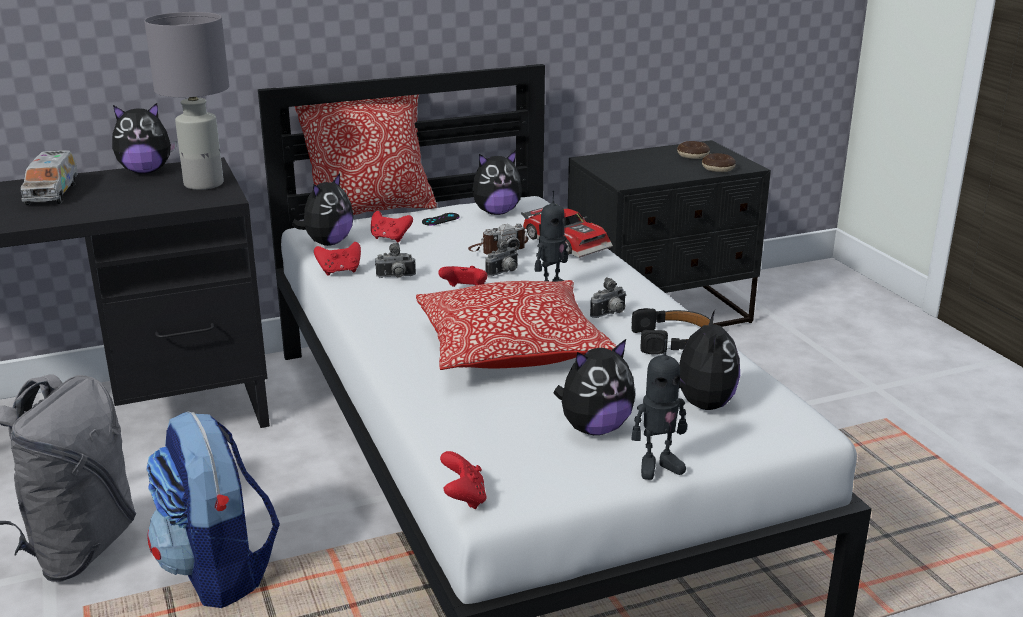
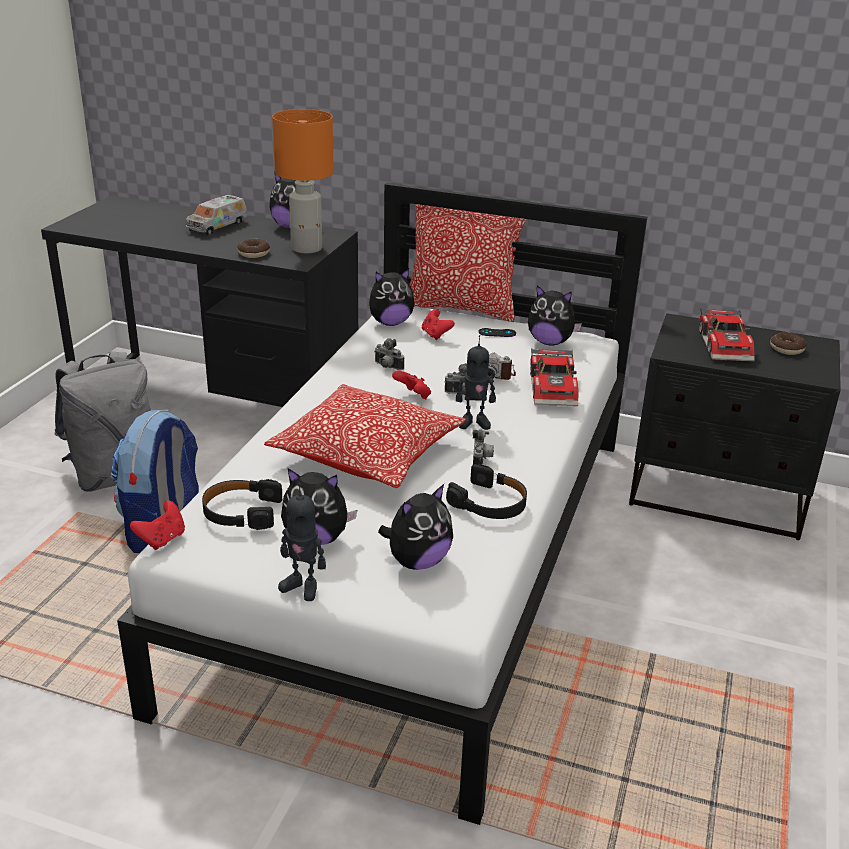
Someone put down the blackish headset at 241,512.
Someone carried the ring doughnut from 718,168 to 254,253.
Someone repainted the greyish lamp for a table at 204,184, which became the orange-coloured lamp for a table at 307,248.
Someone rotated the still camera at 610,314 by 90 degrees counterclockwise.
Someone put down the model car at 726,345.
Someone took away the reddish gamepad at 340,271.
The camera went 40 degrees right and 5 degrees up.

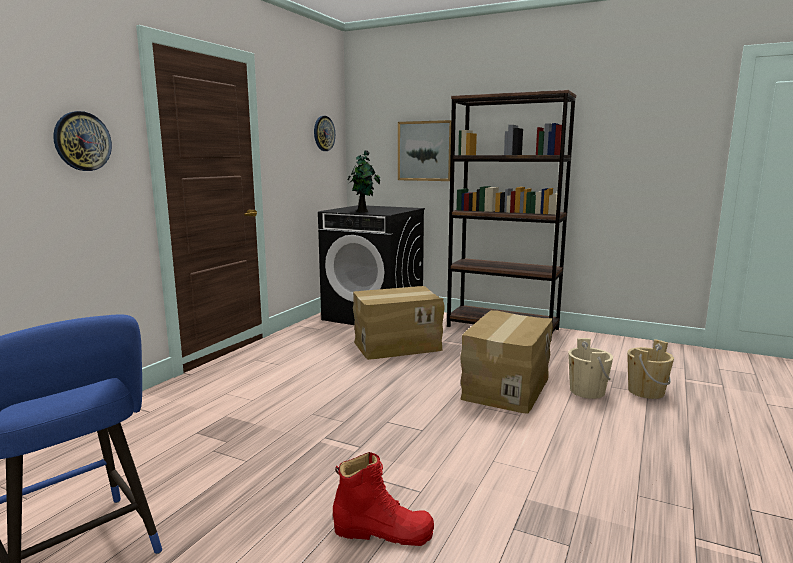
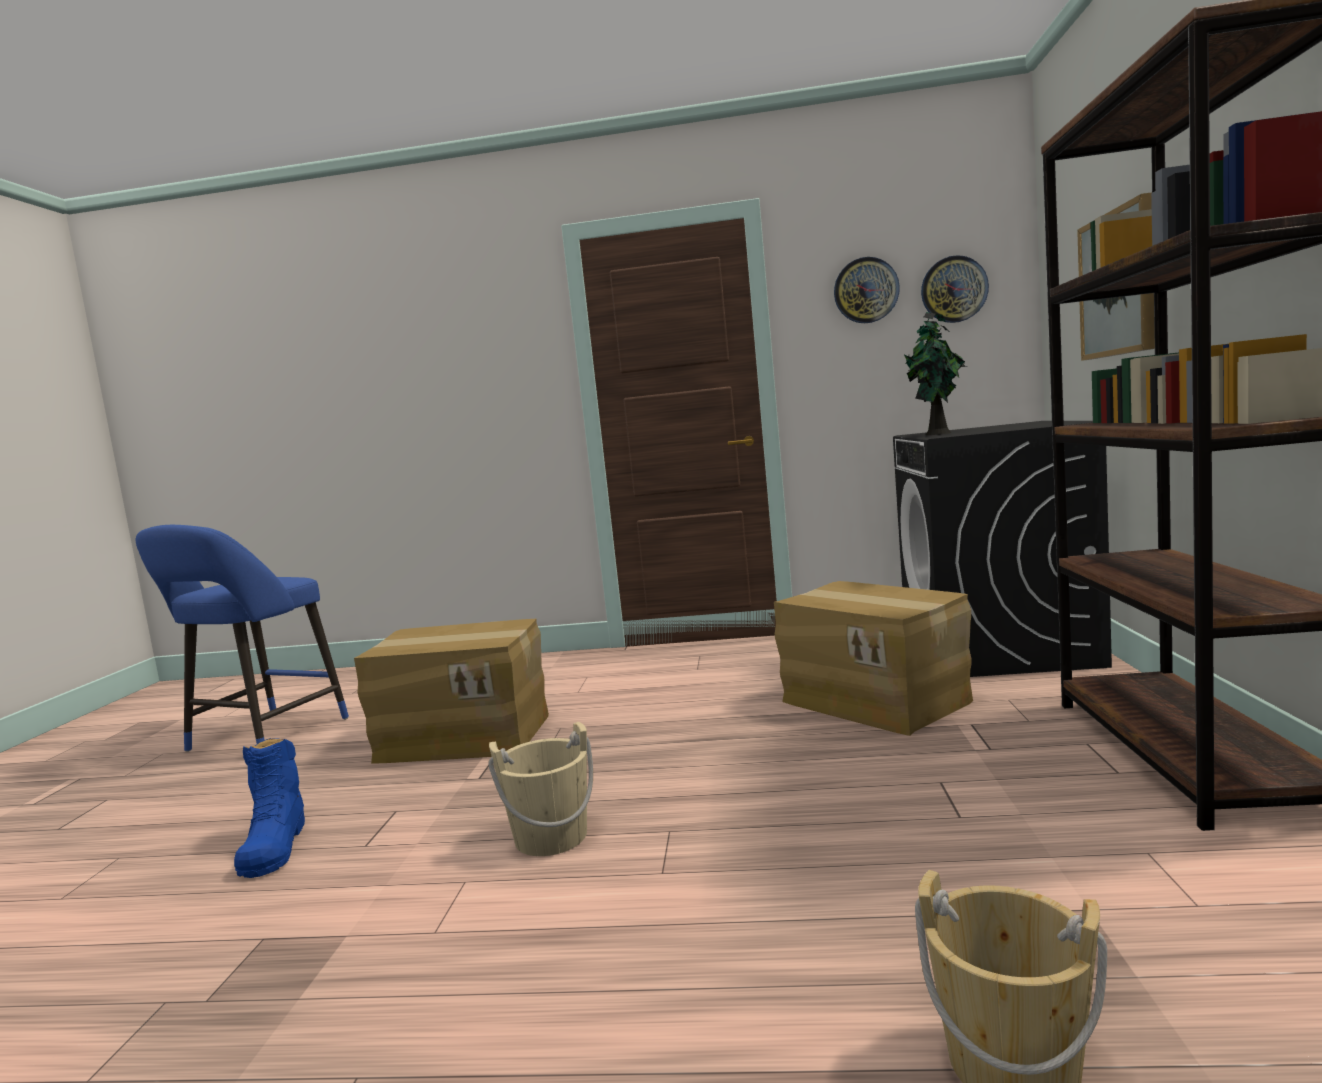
Someone repainted the reddish boot at 383,531, which became the blue boot at 275,845.
Someone carried the cardboard box from 505,387 to 465,736.
Someone carried the sand-coloured pail from 587,391 to 551,837.
Someone carried the wall clock from 82,141 to 866,290.
The camera went 70 degrees right and 5 degrees down.

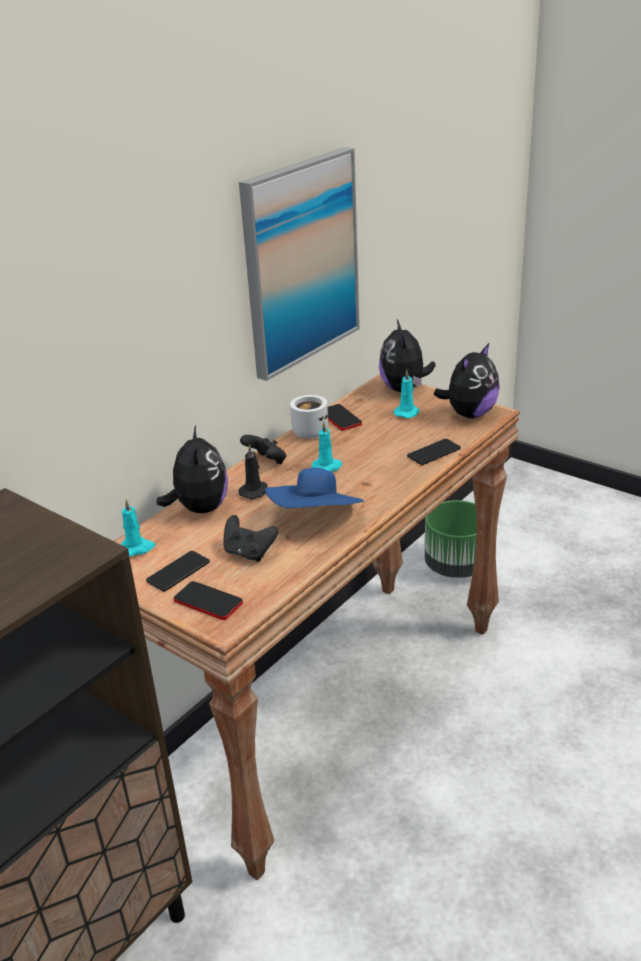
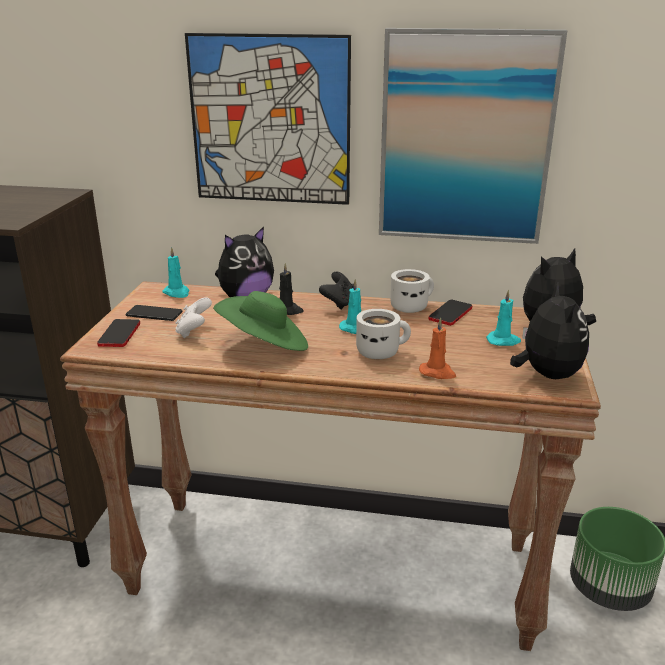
Someone repainted the blackish gamepad at 249,553, which became the white gamepad at 194,331.
Someone put up the wall picture at 270,121.
Someone repainted the blue wearable hat at 316,519, which became the greenish wearable hat at 264,345.
Someone put down the white coffee mug at 381,351.
Someone swapped the phone at 434,452 for the orange-coloured wax candle at 438,372.
Someone rotated the plush toy at 469,414 by 105 degrees counterclockwise.
The camera went 60 degrees right and 5 degrees down.

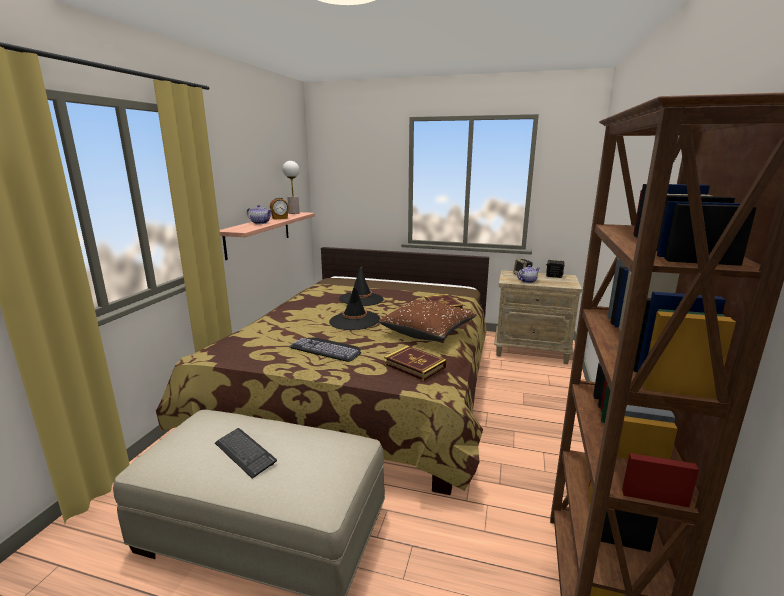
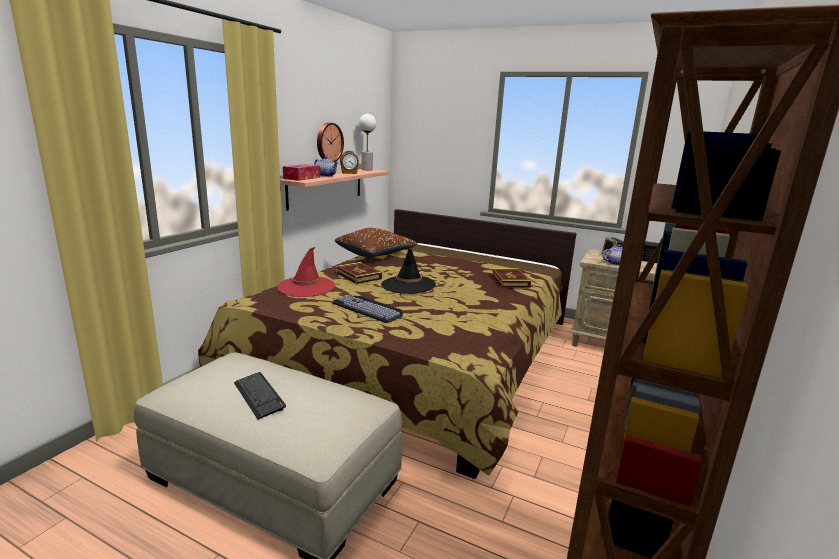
Someone put down the reddish wearable hat at 306,287.
Someone put down the tissue holder at 302,178.
Someone put up the wall clock at 328,142.
Someone carried the brown throw pillow from 428,332 to 375,254.
Someone carried the bound book from 414,366 to 358,275.
Someone took away the blackish wearable hat at 361,299.
The camera went 10 degrees right and 0 degrees up.

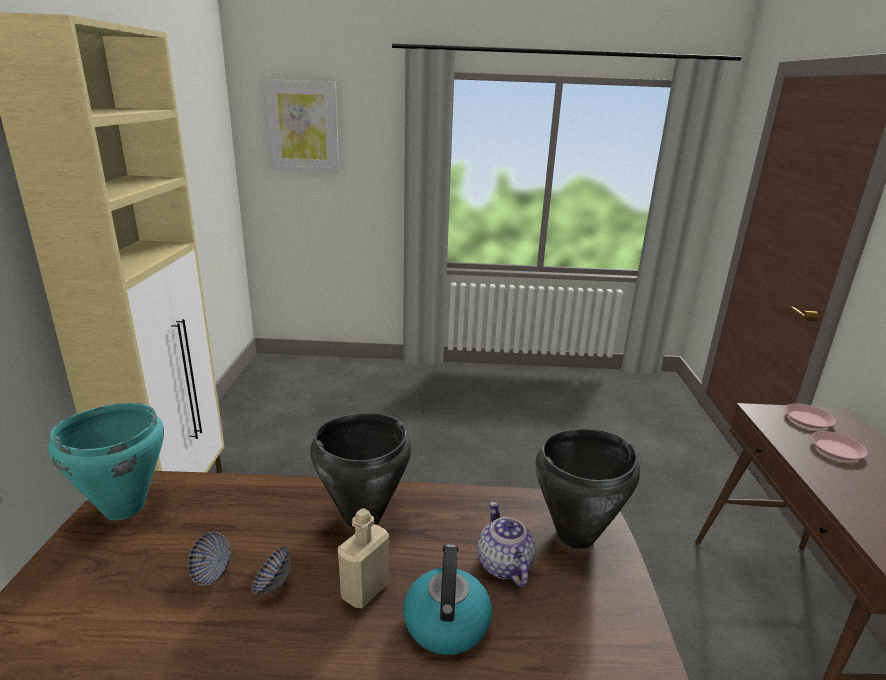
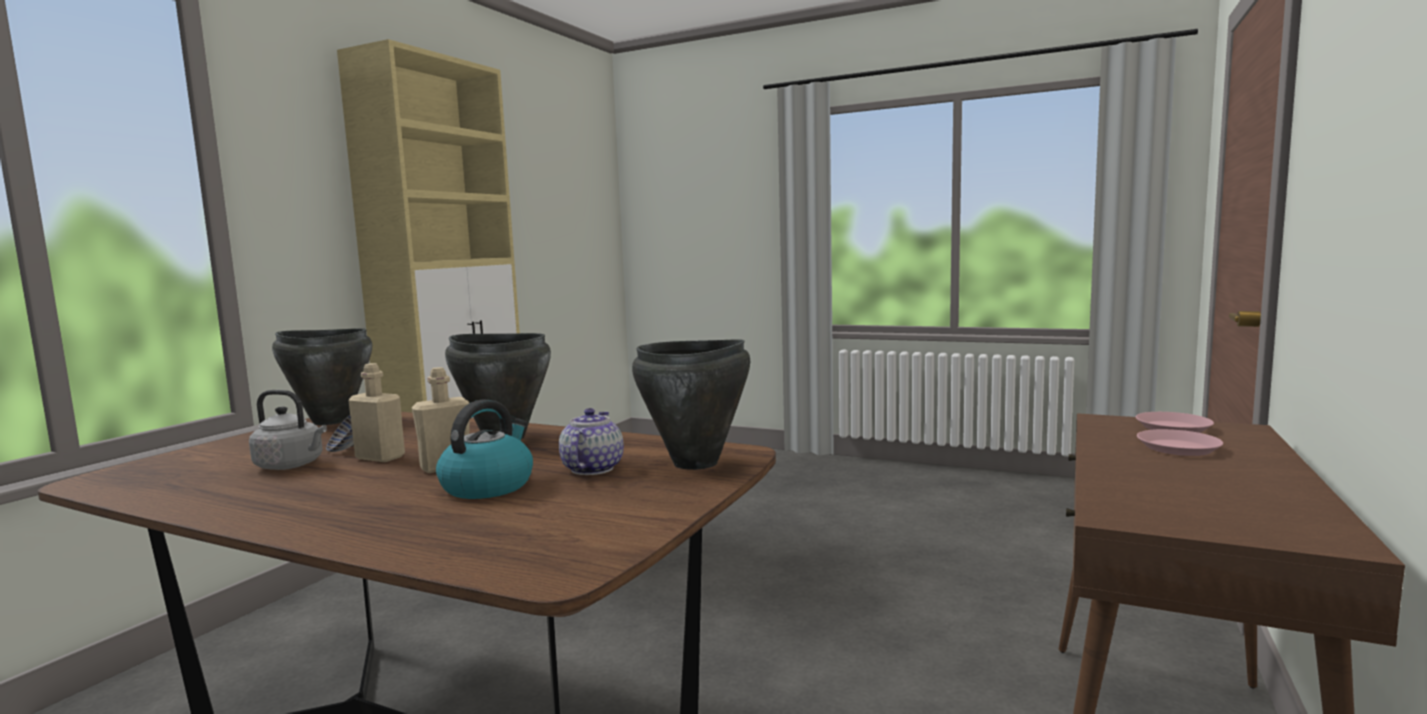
Someone put down the greyish tea kettle at 292,465.
Someone repainted the blue-green cooking pot at 123,507, which became the blackish cooking pot at 331,421.
Someone swapped the bowl at 272,584 for the sand-coloured beverage bottle at 380,457.
Someone took away the wall picture at 303,126.
The camera went 25 degrees right and 15 degrees down.

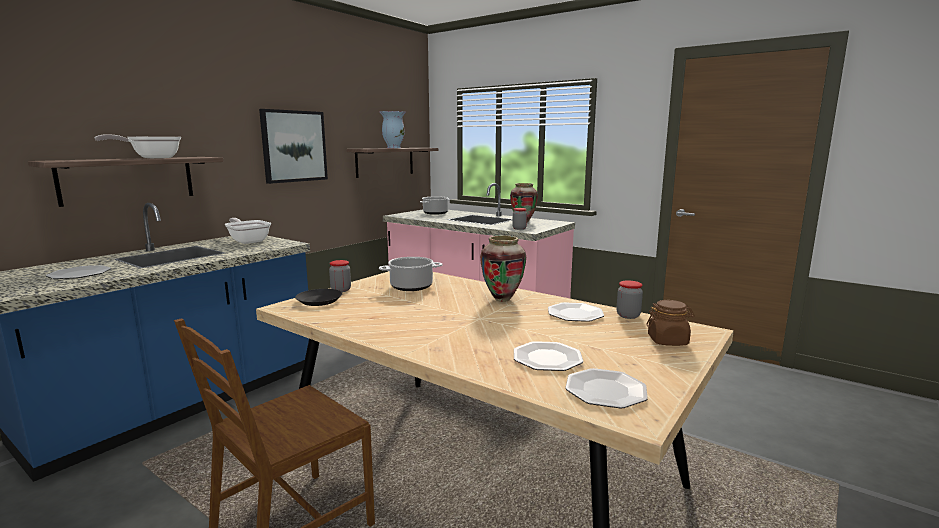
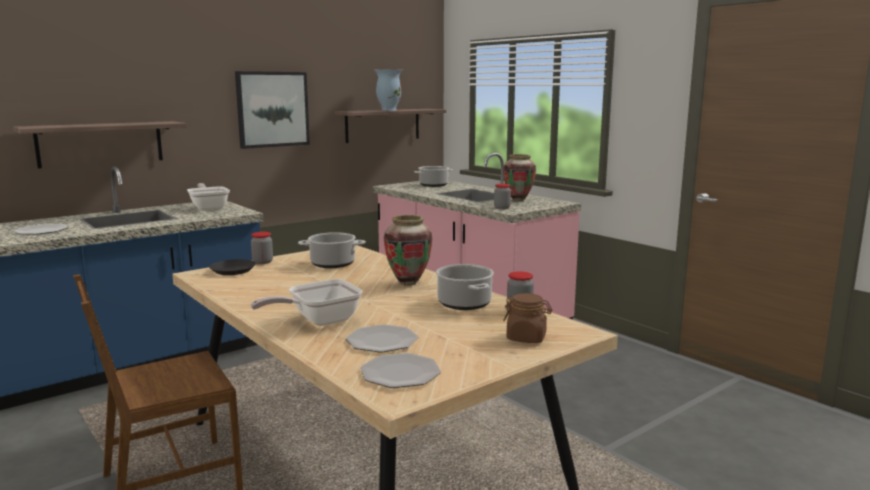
Someone carried the skillet from 151,158 to 318,321.
Someone swapped the dinner plate at 575,314 for the cooking pot at 465,303.
The camera went 15 degrees right and 0 degrees up.

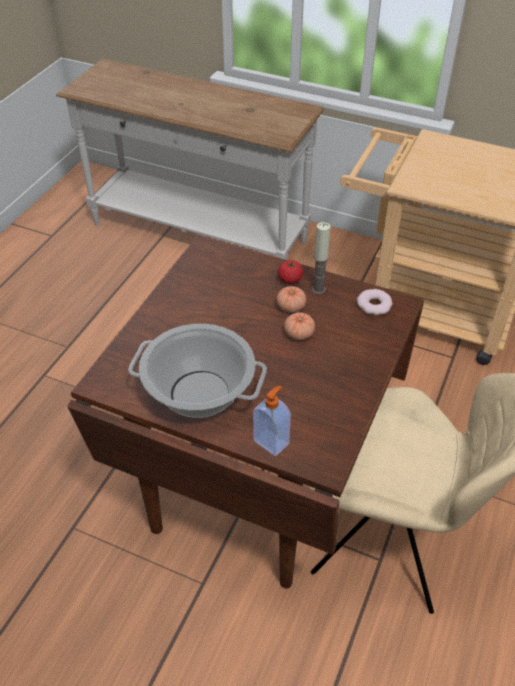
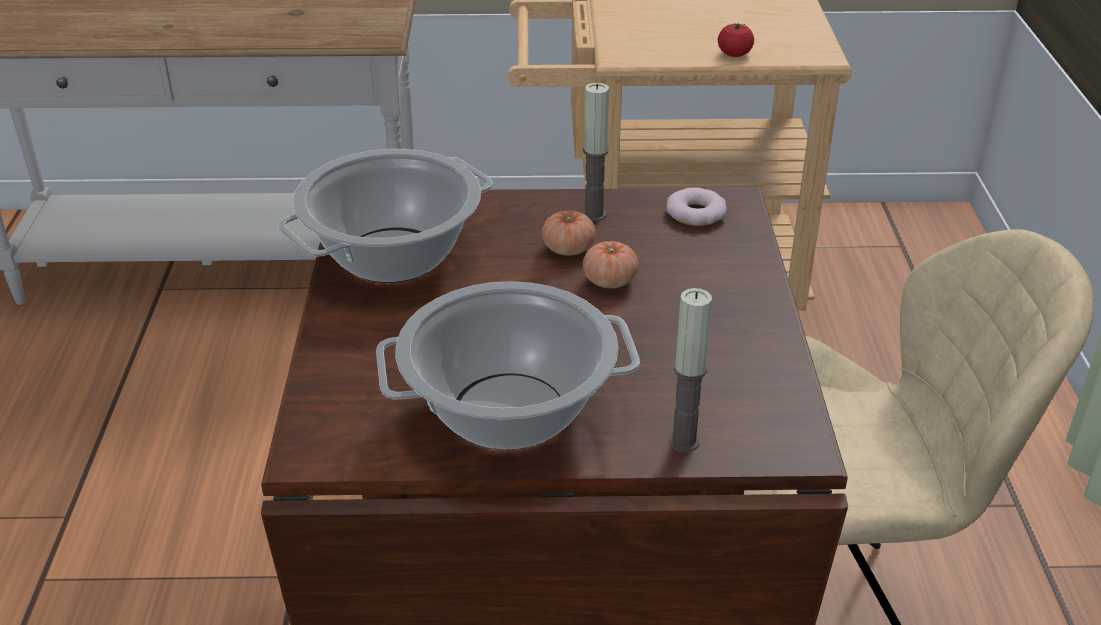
Someone put down the cooking pot at 393,255.
Someone swapped the liquid soap bottle at 272,441 for the wax candle at 684,441.
Someone carried the tomato from 290,280 to 734,54.
The camera went 25 degrees left and 10 degrees down.

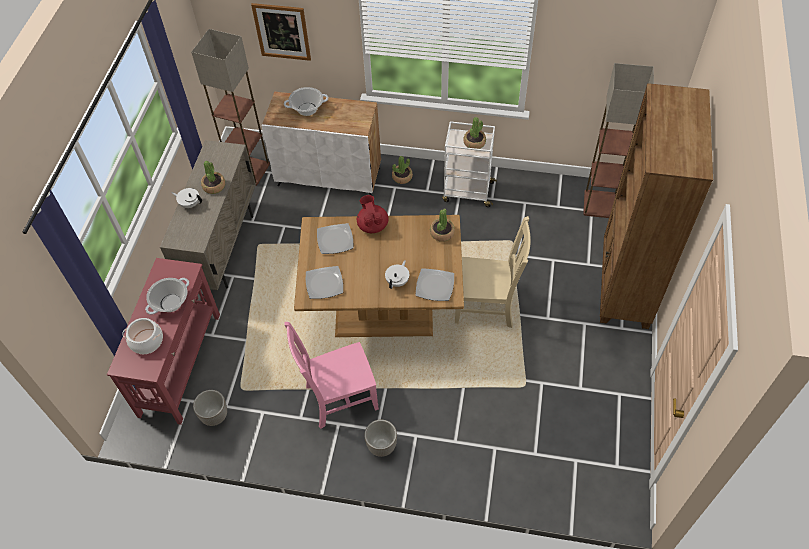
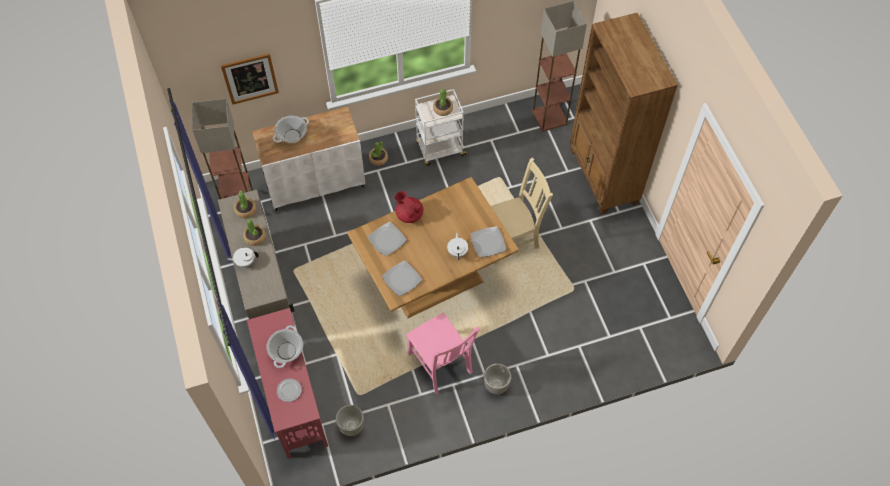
Someone carried the plant in a pot from 442,233 to 245,210.
Someone swapped the cooking pot at 146,341 for the dinner plate at 289,391.
Someone rotated the pink upright chair at 339,398 by 75 degrees counterclockwise.
The camera went 30 degrees left and 5 degrees up.

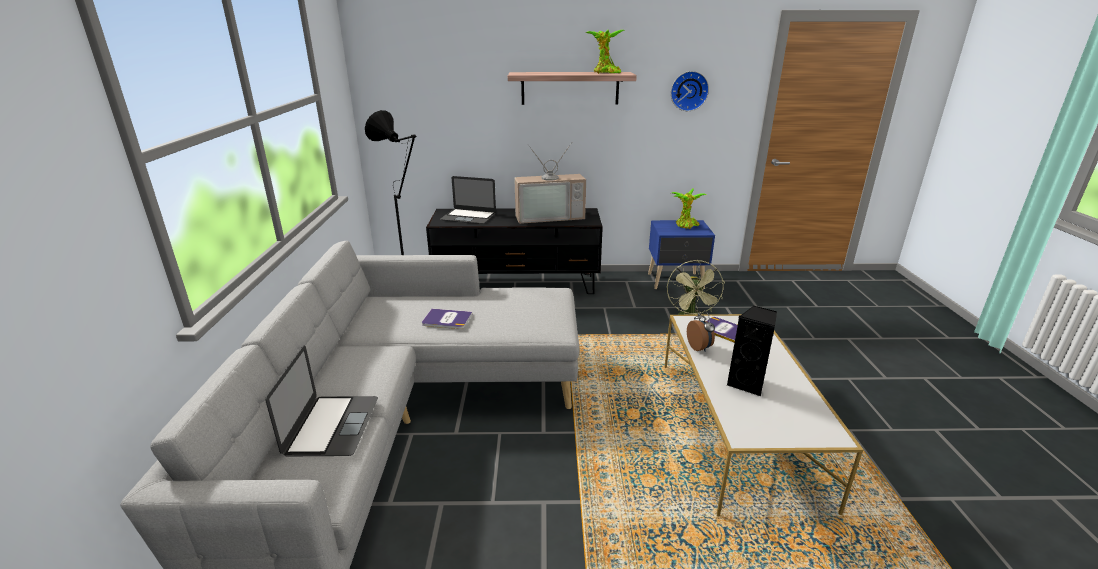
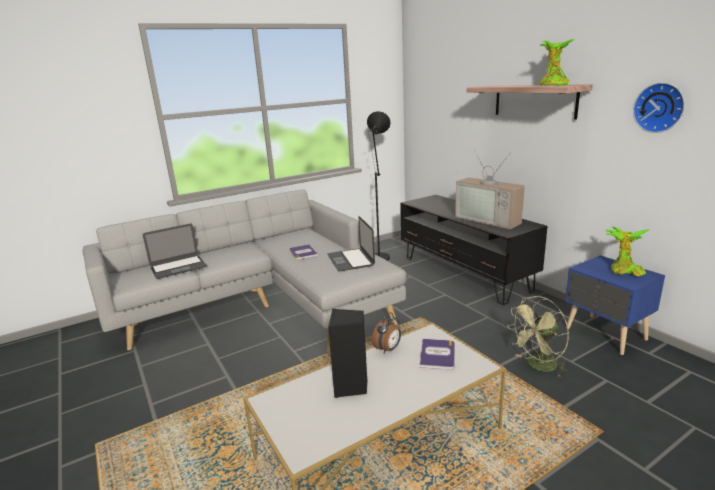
Someone carried the laptop from 468,216 to 350,260.
The camera went 60 degrees right and 5 degrees down.

